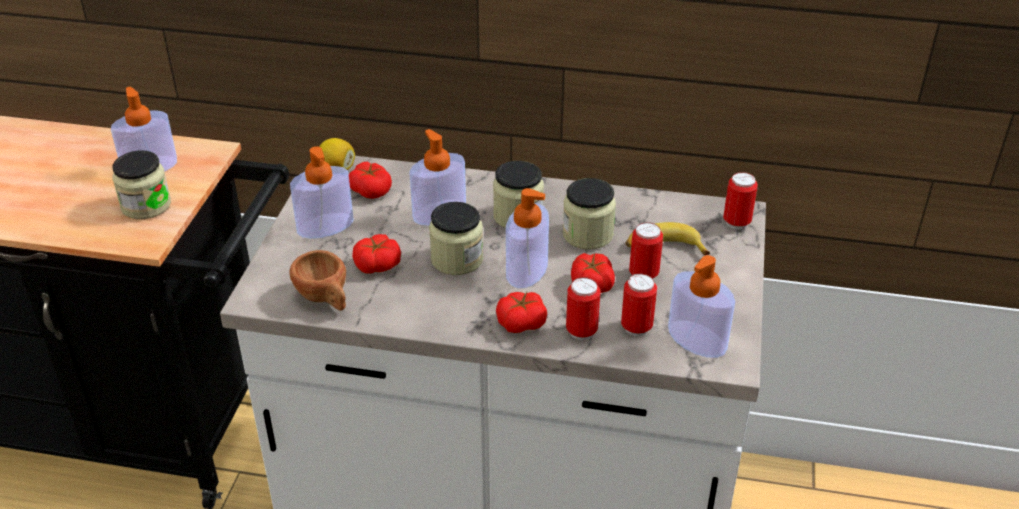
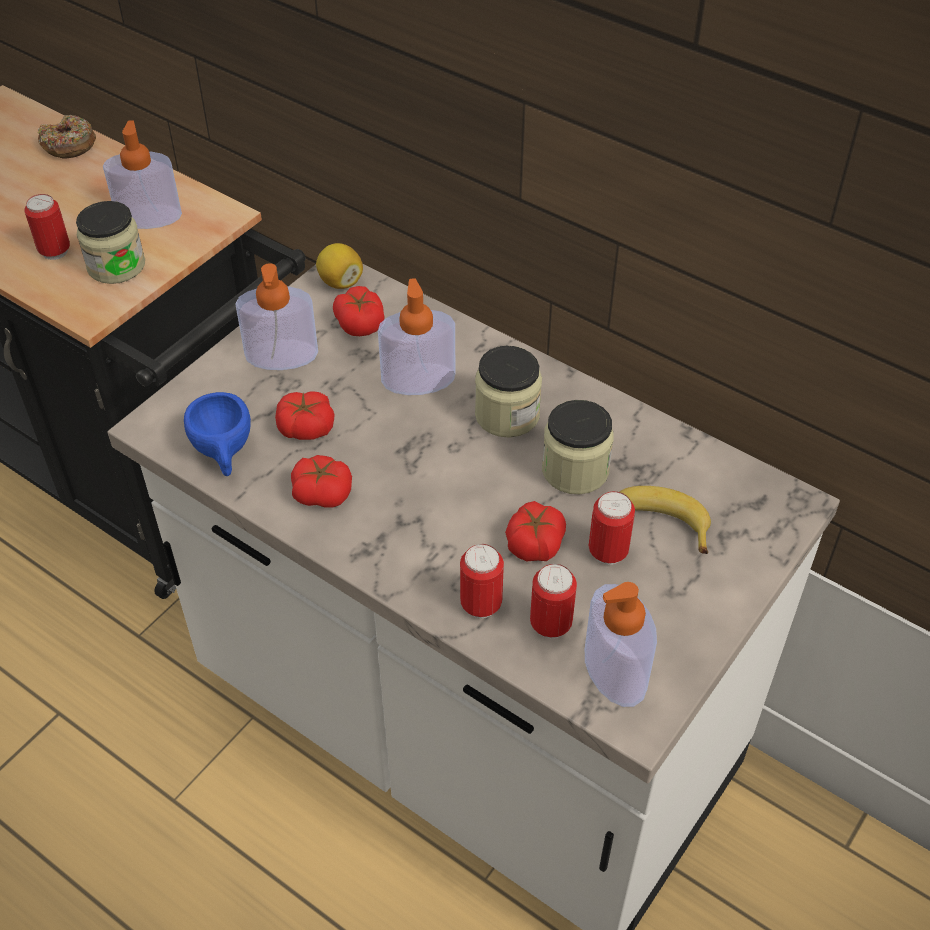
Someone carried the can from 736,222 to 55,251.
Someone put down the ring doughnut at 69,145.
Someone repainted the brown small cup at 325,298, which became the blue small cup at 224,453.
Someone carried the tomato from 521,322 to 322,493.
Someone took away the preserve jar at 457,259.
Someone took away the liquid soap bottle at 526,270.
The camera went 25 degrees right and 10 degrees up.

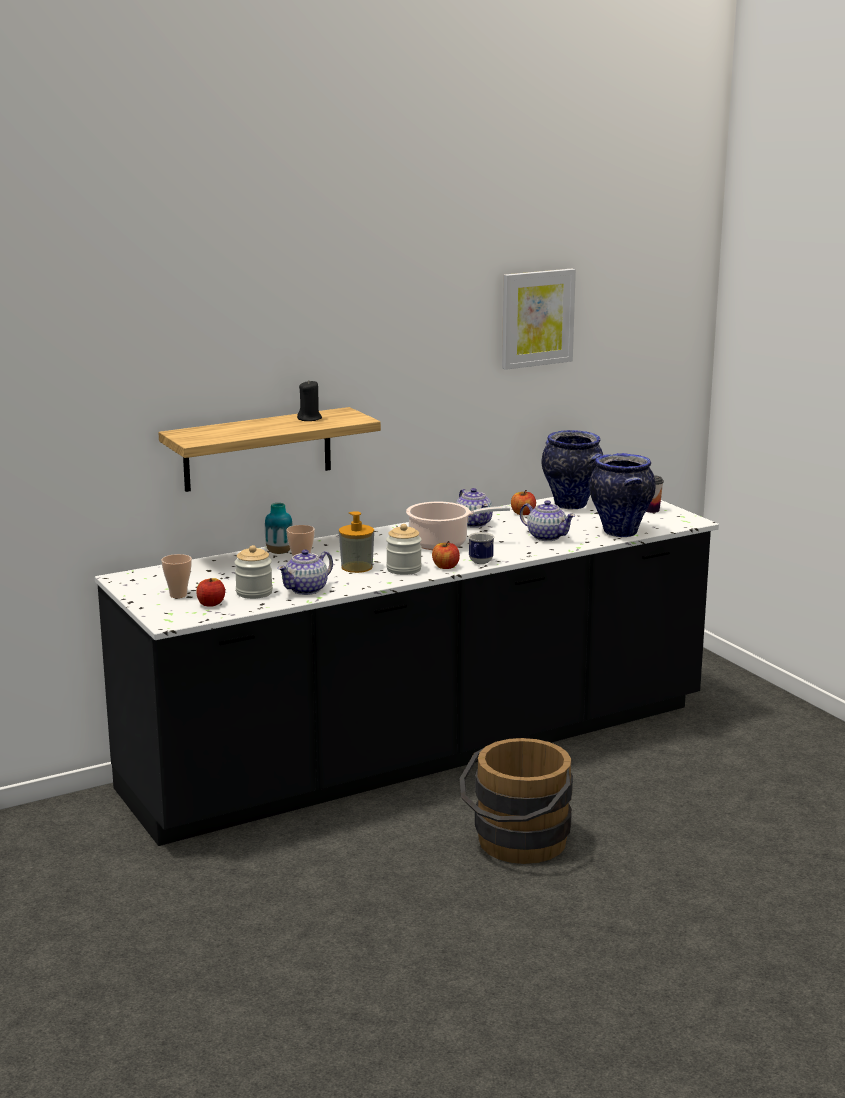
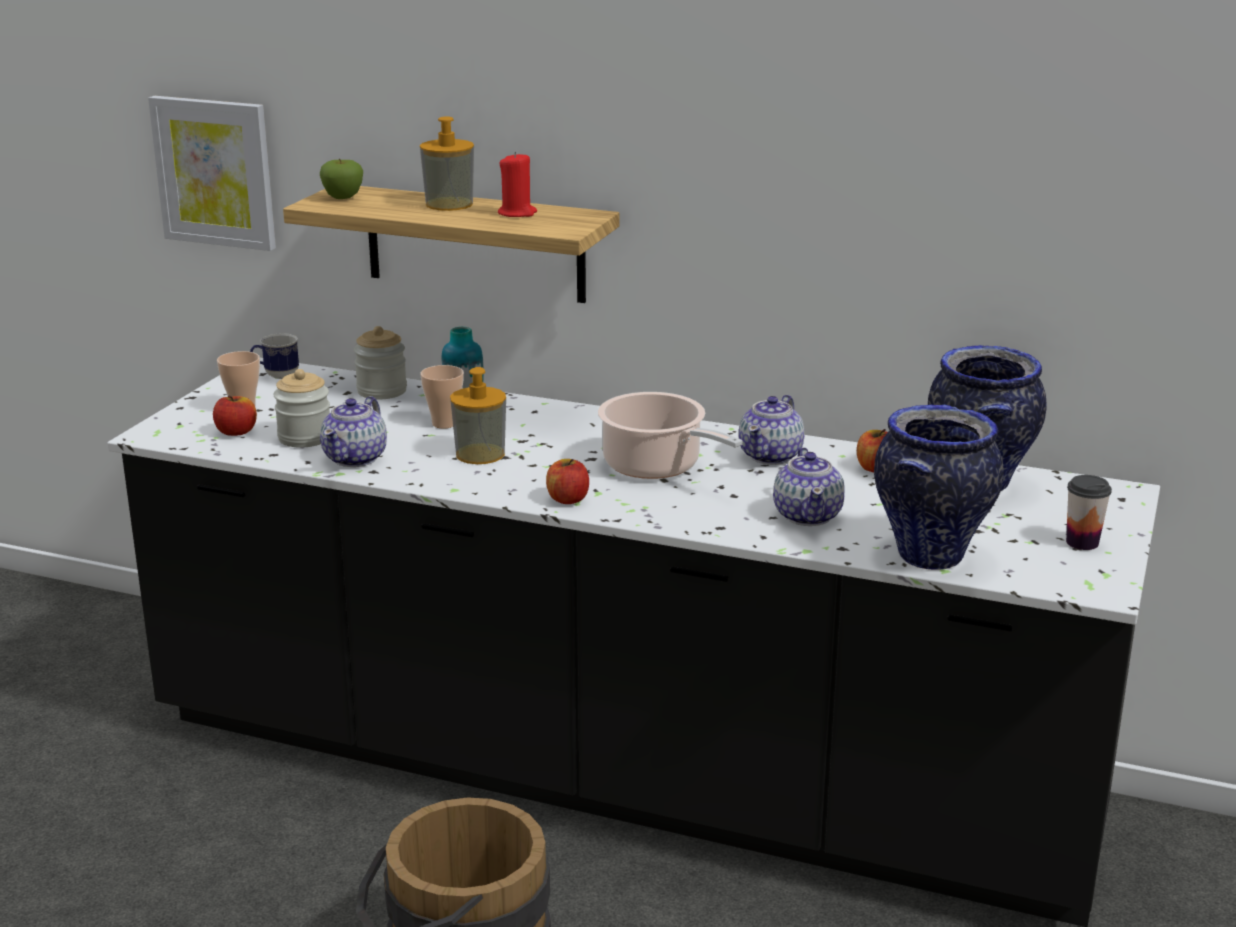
Someone carried the wall picture from 536,318 to 215,172.
Someone carried the coffee mug from 479,563 to 276,375.
Someone put down the apple at 343,198.
Someone rotated the tea pot at 307,589 by 75 degrees counterclockwise.
Someone carried the preserve jar from 404,569 to 382,391.
Someone put down the liquid soap bottle at 449,204.
Someone repainted the blackish wax candle at 310,419, which became the reddish wax candle at 517,213.
The camera went 50 degrees right and 5 degrees up.

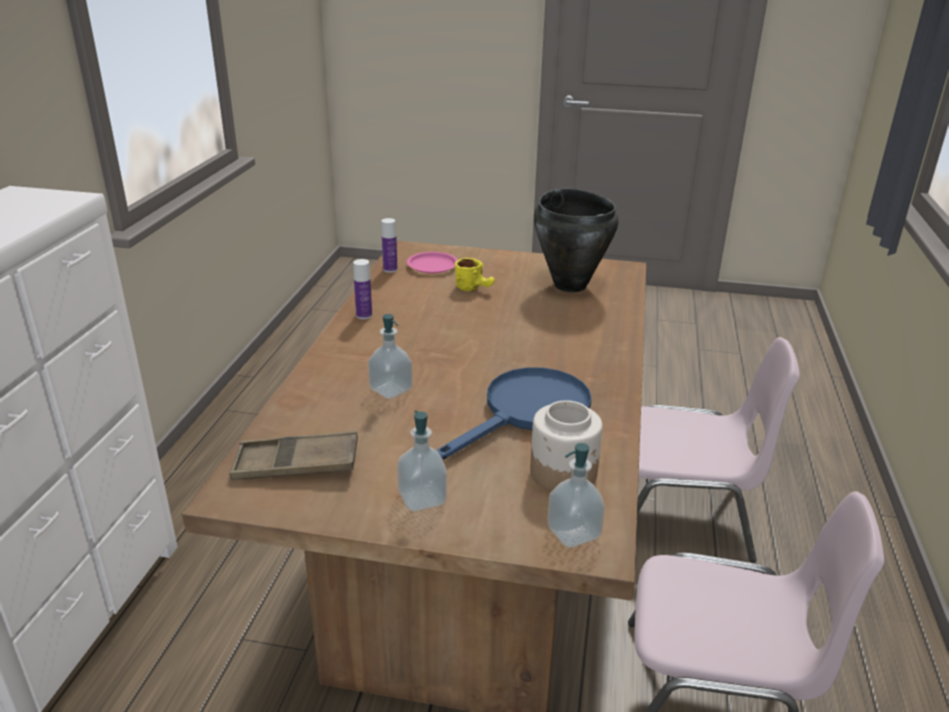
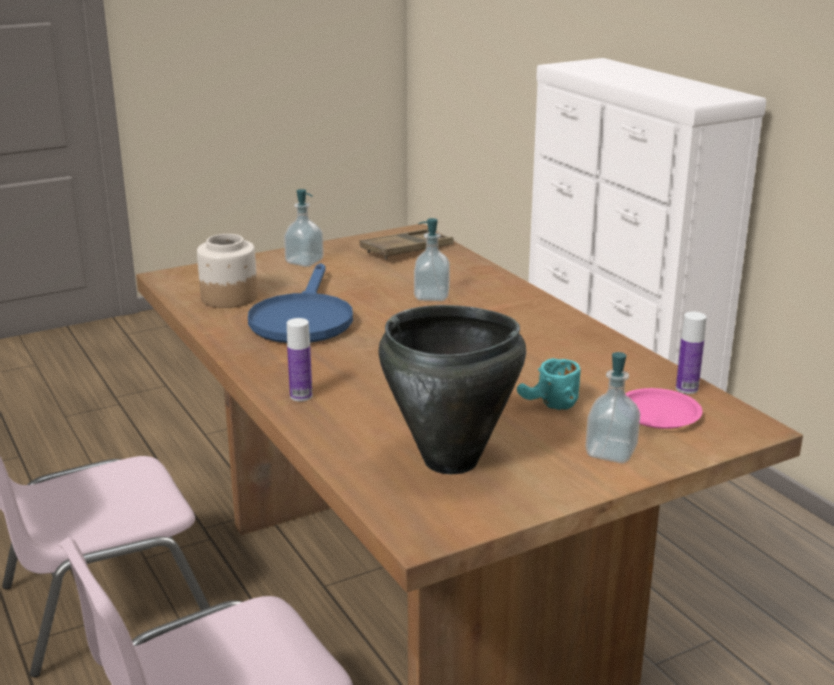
Someone carried the beverage bottle from 364,315 to 301,396.
Someone repainted the yellow-coloured coffee mug at 475,288, which became the blue-green coffee mug at 548,405.
Someone carried the liquid soap bottle from 573,533 to 610,452.
The camera went 140 degrees right and 5 degrees down.

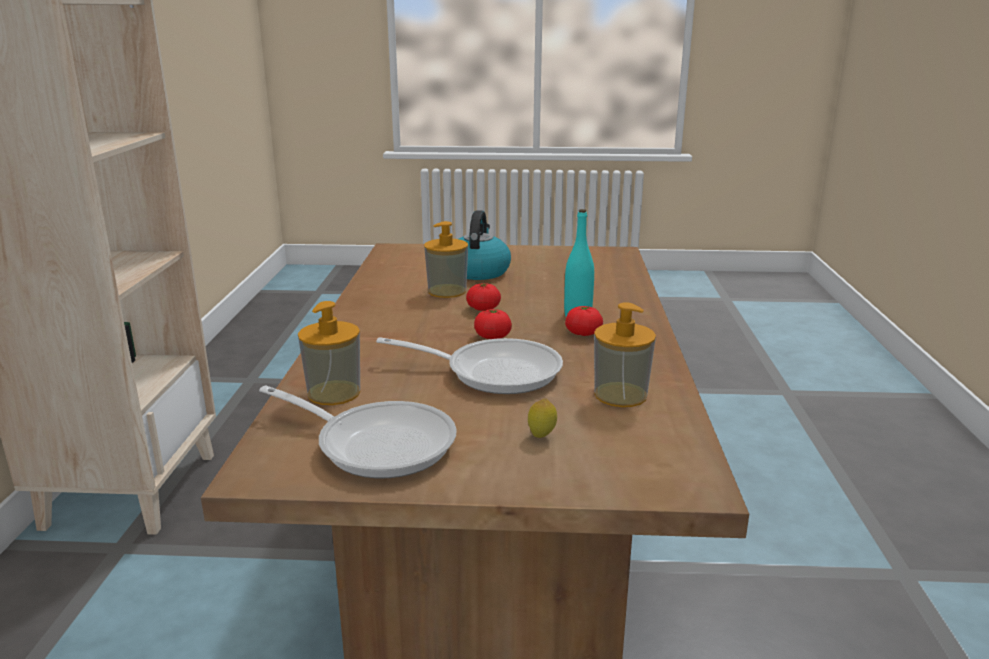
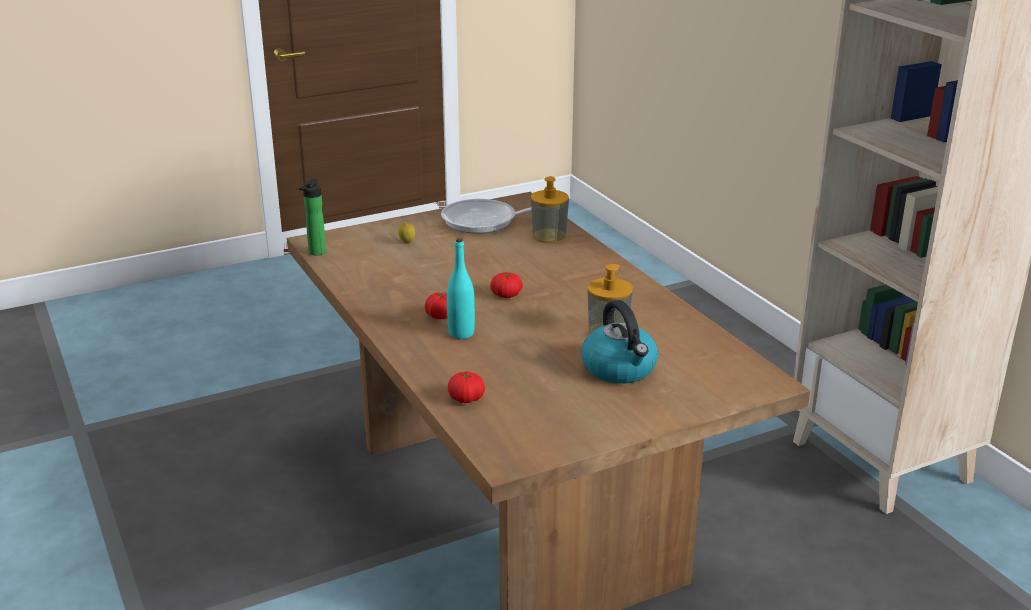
Someone put down the beverage bottle at 315,253.
Someone carried the tomato from 483,308 to 466,399.
Someone took away the skillet at 493,372.
Someone took away the liquid soap bottle at 620,395.
The camera went 150 degrees right and 5 degrees up.

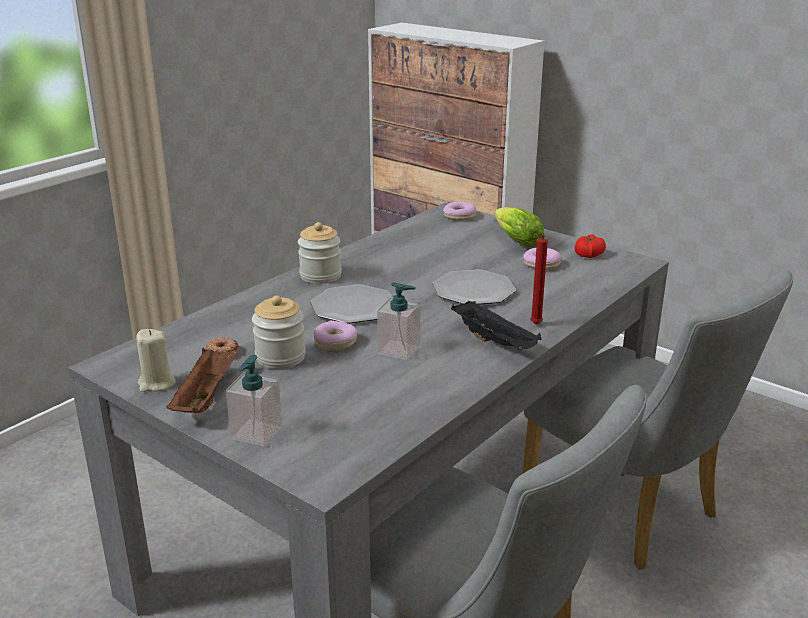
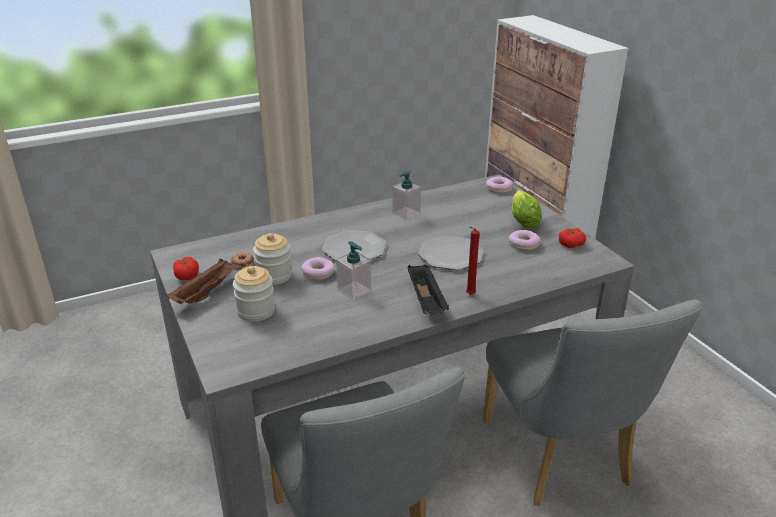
Someone swapped the sand-coloured wax candle at 156,383 for the tomato at 187,275.
Someone carried the preserve jar from 320,276 to 256,311.
Someone carried the liquid soap bottle from 256,433 to 406,213.
The camera went 25 degrees right and 5 degrees up.

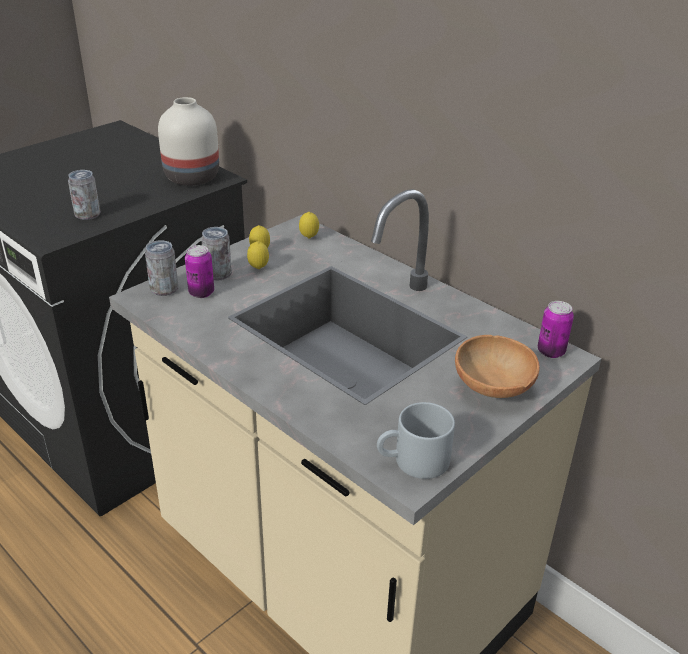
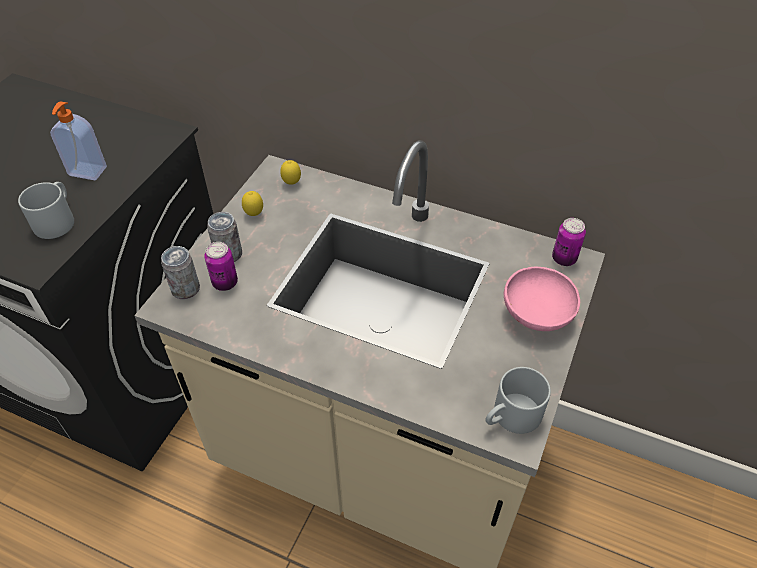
Someone swapped the can at 87,215 for the greyish coffee mug at 56,219.
Someone put down the liquid soap bottle at 87,172.
Someone repainted the brown bowl at 492,389, which became the pink bowl at 537,316.
Someone took away the white decorative vase at 190,178.
Someone took away the lemon at 258,268.
The camera went 20 degrees left and 15 degrees up.

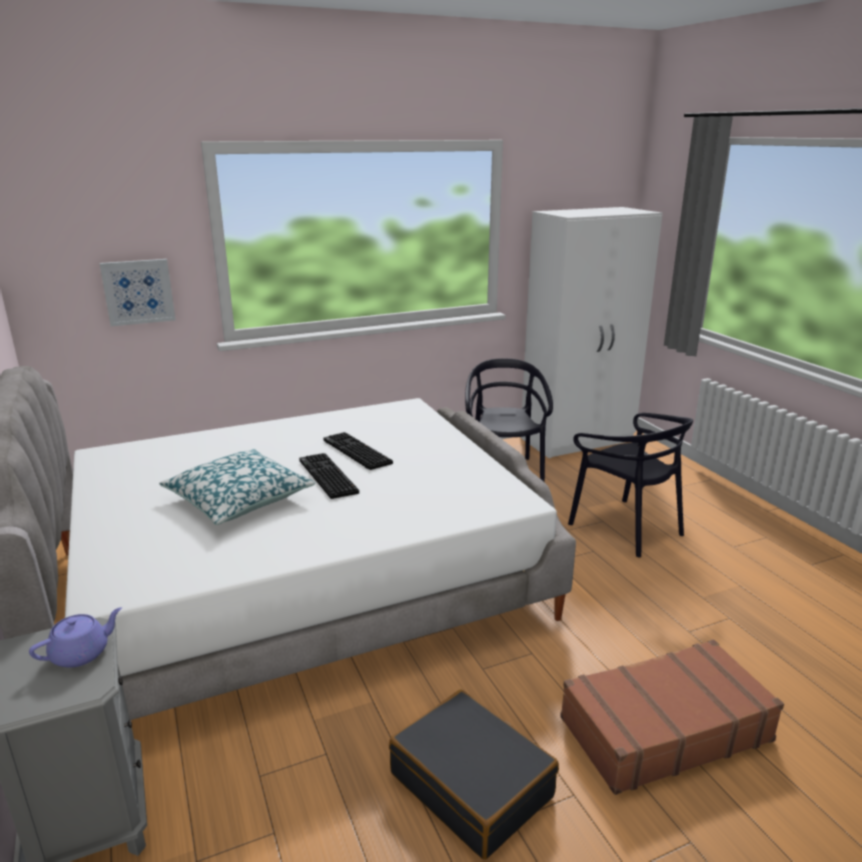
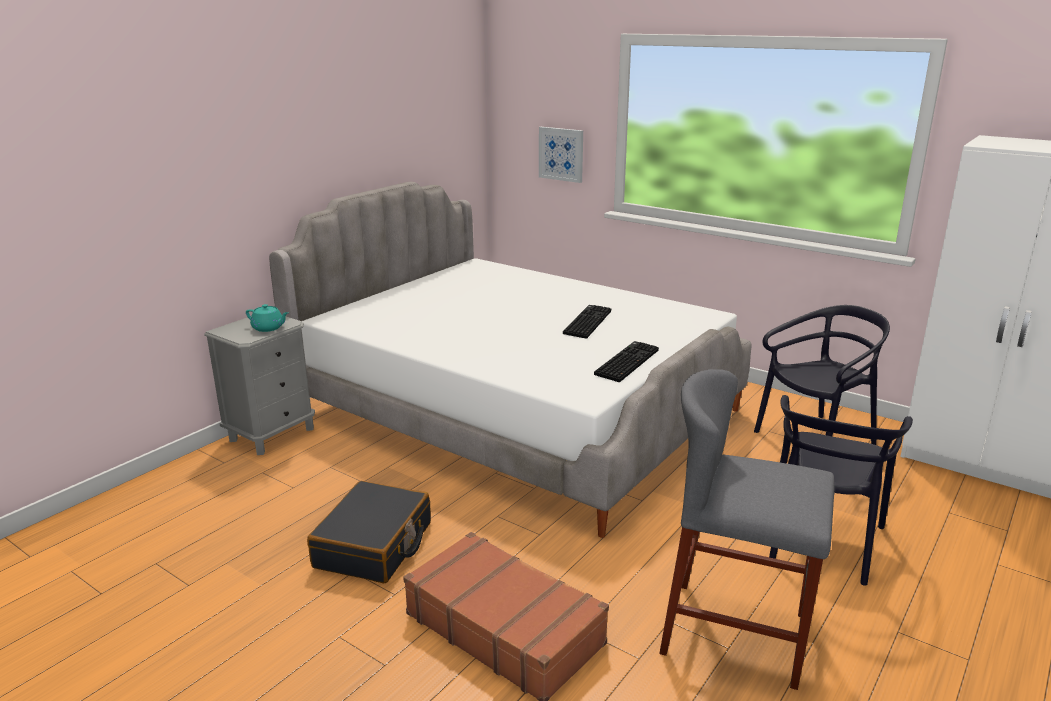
Someone repainted the purple-coloured tea pot at 82,653, which became the blue-green tea pot at 268,328.
Someone carried the computer keyboard from 326,476 to 626,362.
Someone put down the greyish sitting stool at 735,633.
Someone took away the throw pillow at 238,499.
The camera went 60 degrees right and 0 degrees up.

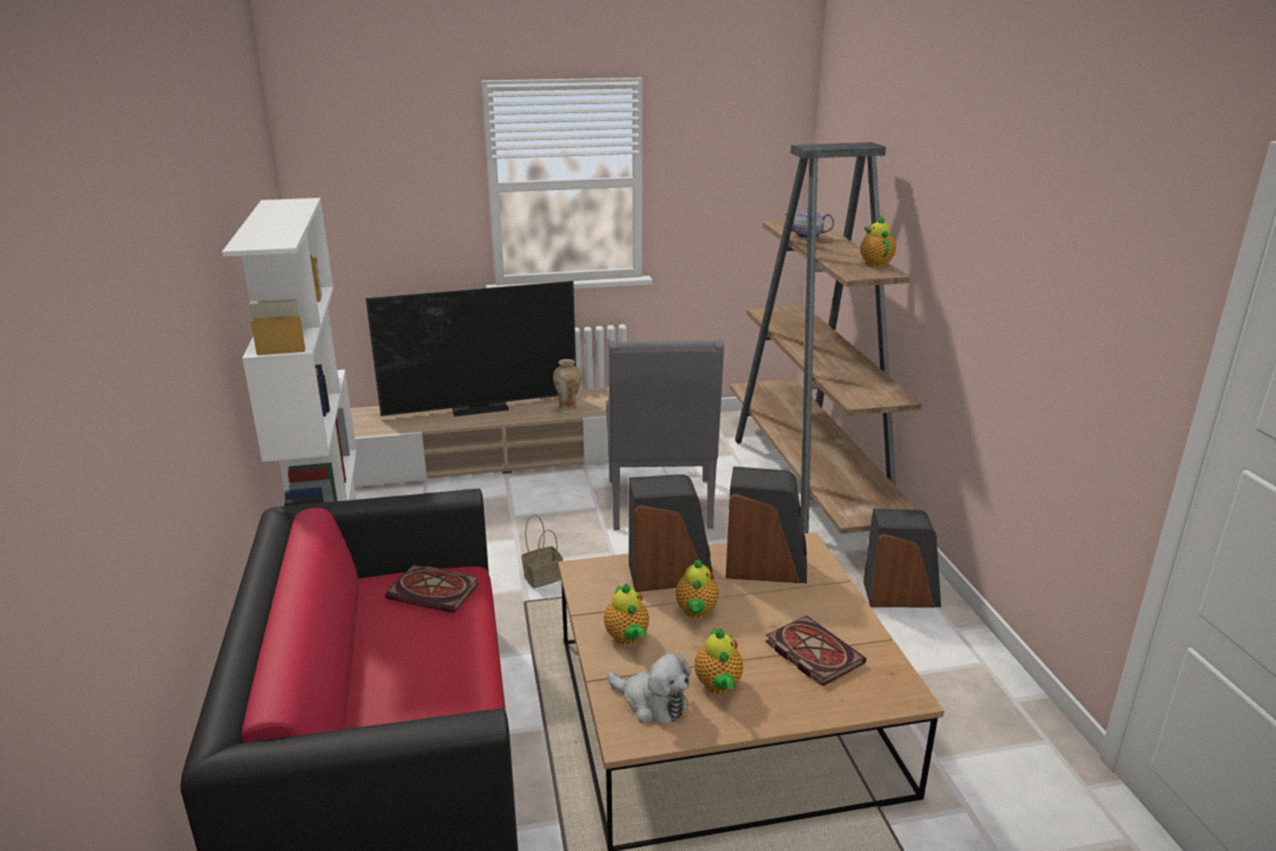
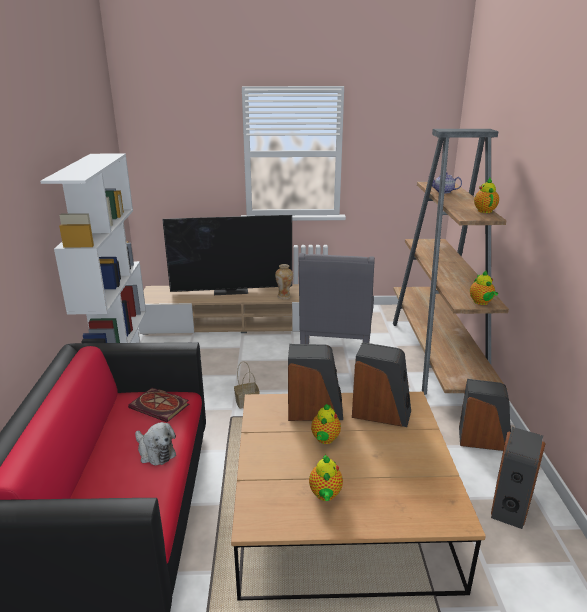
Someone carried the plush toy from 652,703 to 155,452.
Someone carried the tea pot from 627,638 to 481,302.
Someone put down the loudspeaker at 511,503.
Someone took away the bound book at 811,652.
The camera went 10 degrees right and 0 degrees up.

